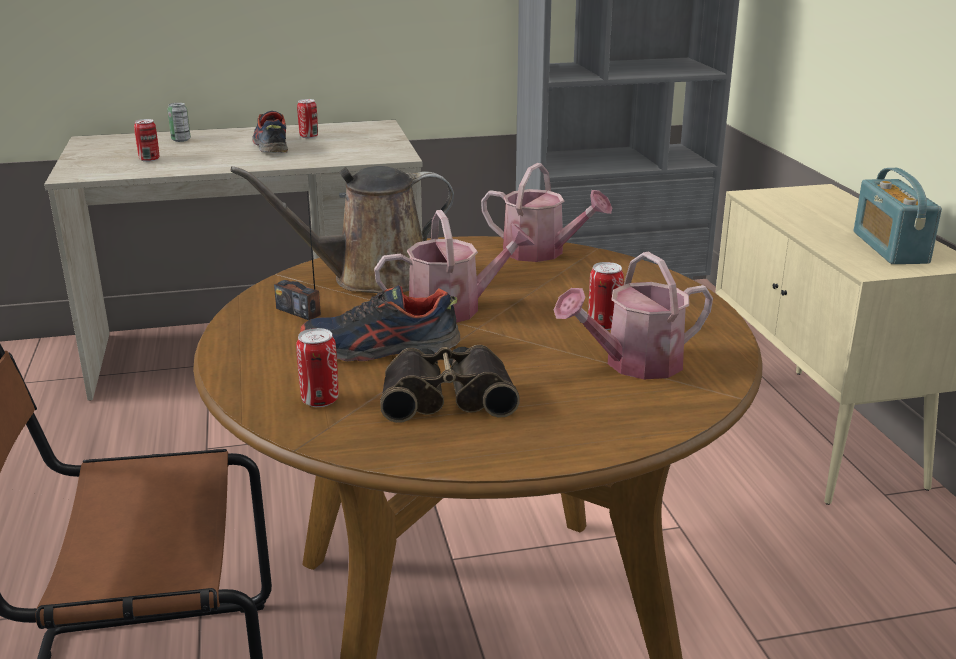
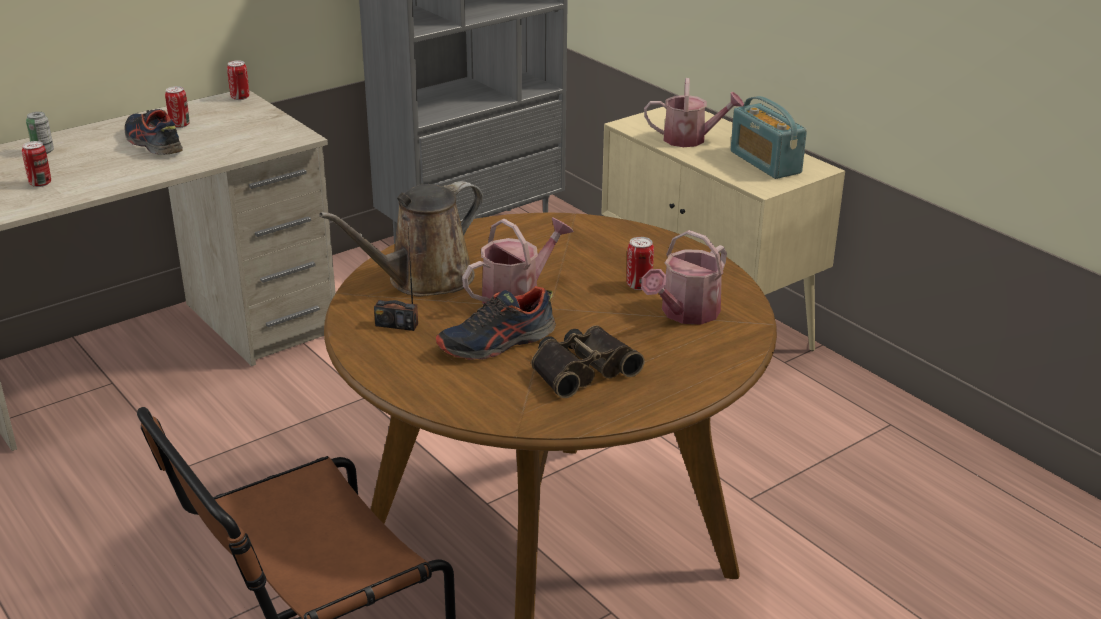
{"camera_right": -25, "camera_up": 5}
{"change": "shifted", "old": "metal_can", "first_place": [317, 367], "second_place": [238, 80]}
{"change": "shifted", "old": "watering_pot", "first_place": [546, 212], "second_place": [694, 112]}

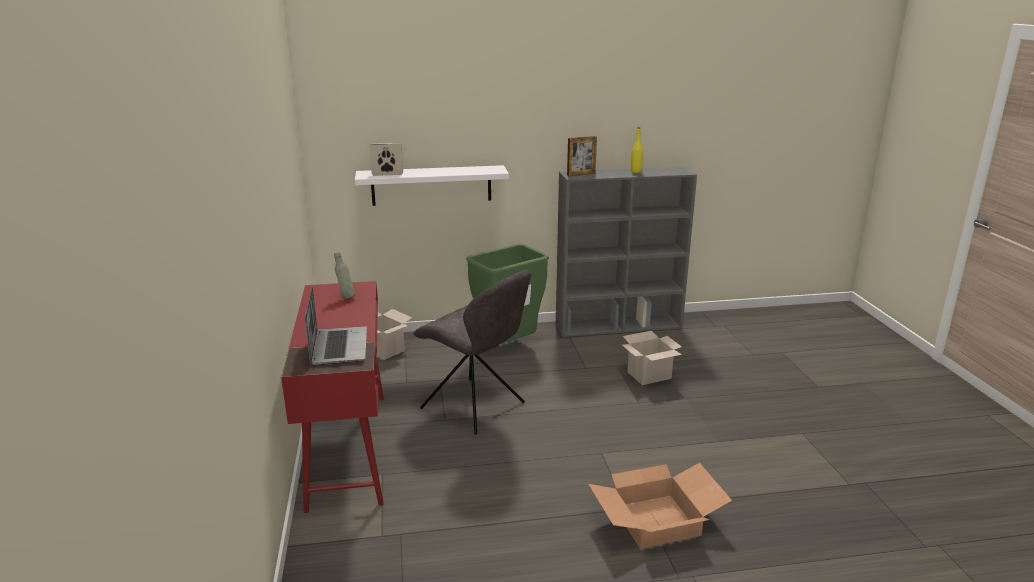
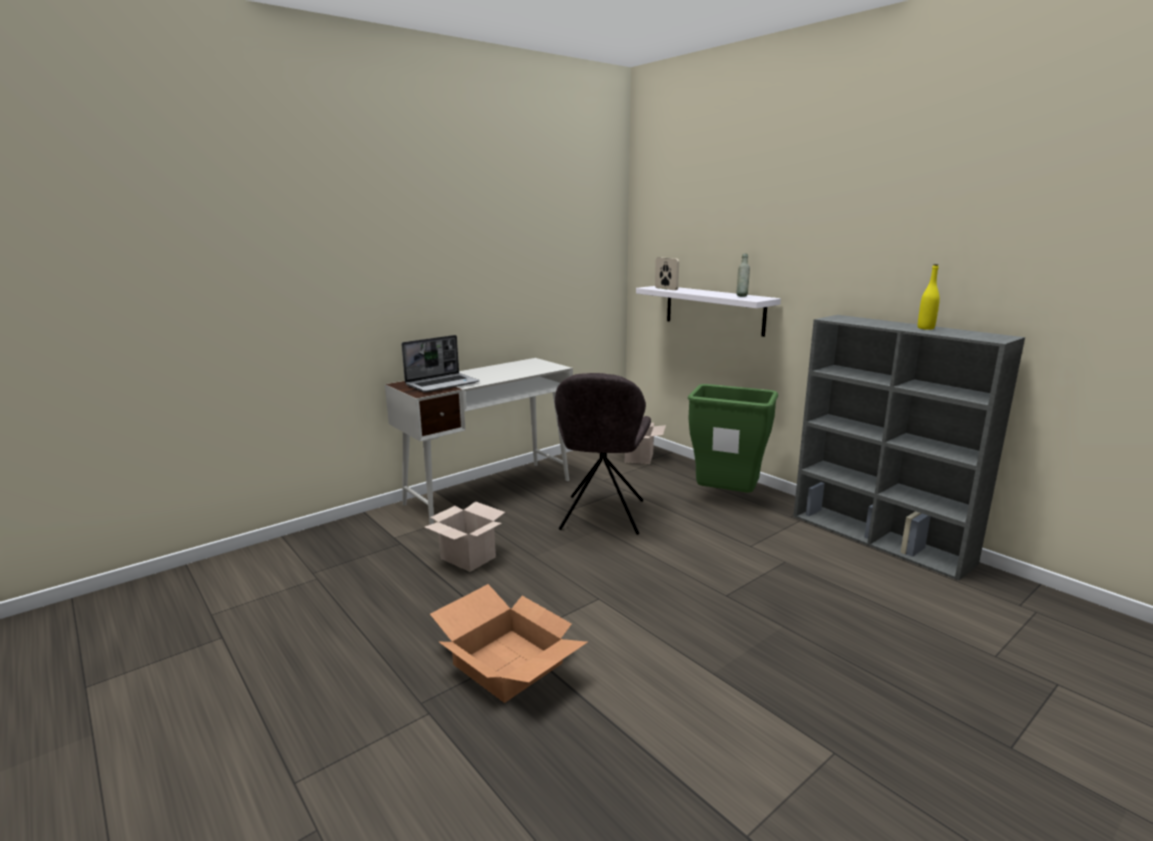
{"camera_right": 60, "camera_up": -5}
{"change": "repainted", "old": "reddish_desk_unit", "new": "white-coloured_desk_unit", "first_place": [332, 397], "second_place": [479, 441]}
{"change": "shifted", "old": "grey_bottle", "first_place": [344, 276], "second_place": [743, 275]}
{"change": "gone", "old": "picture_frame", "first_place": [582, 156]}
{"change": "shifted", "old": "carton", "first_place": [652, 358], "second_place": [465, 536]}

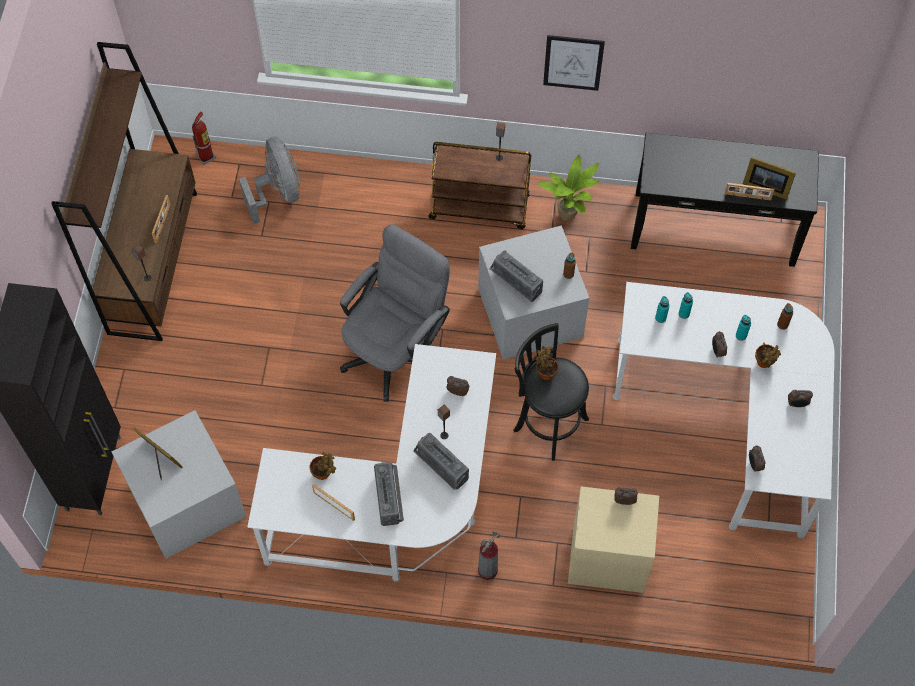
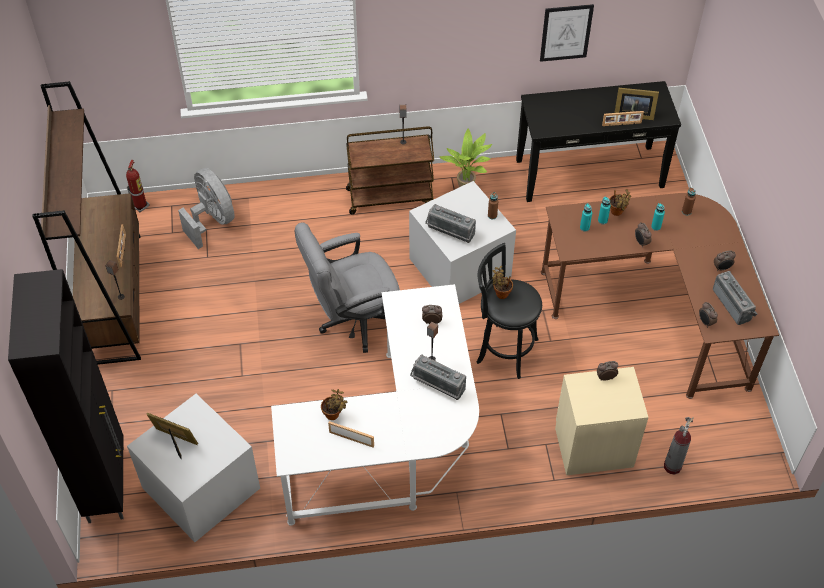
{"camera_right": -15, "camera_up": -10}
{"change": "rotated", "old": "grey_office_chair", "first_place": [395, 313], "second_place": [347, 287], "degrees": -135}
{"change": "shifted", "old": "radio", "first_place": [389, 494], "second_place": [735, 298]}
{"change": "shifted", "old": "fire_extinguisher", "first_place": [489, 555], "second_place": [679, 445]}
{"change": "shifted", "old": "wall_picture", "first_place": [574, 63], "second_place": [567, 33]}
{"change": "repainted", "old": "white-coloured_desk_unit", "new": "brown-coloured_desk_unit", "first_place": [723, 410], "second_place": [660, 296]}
{"change": "shifted", "old": "plant_in_a_pot", "first_place": [768, 355], "second_place": [620, 202]}

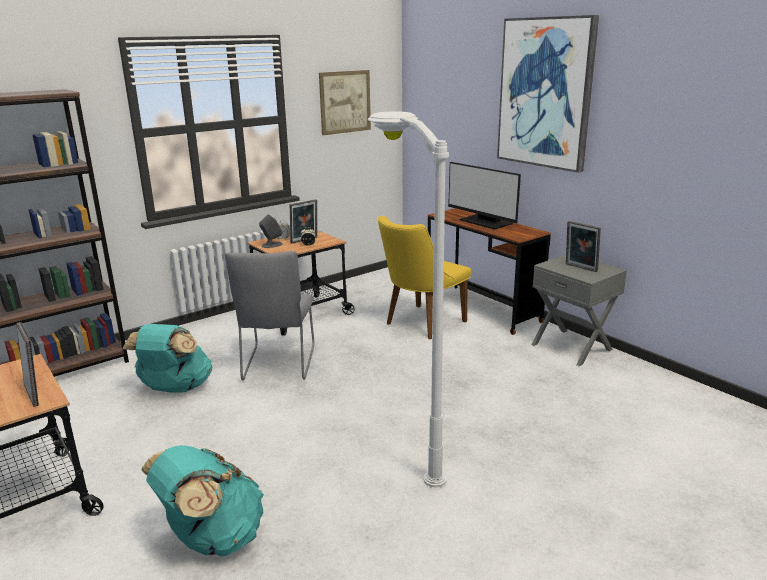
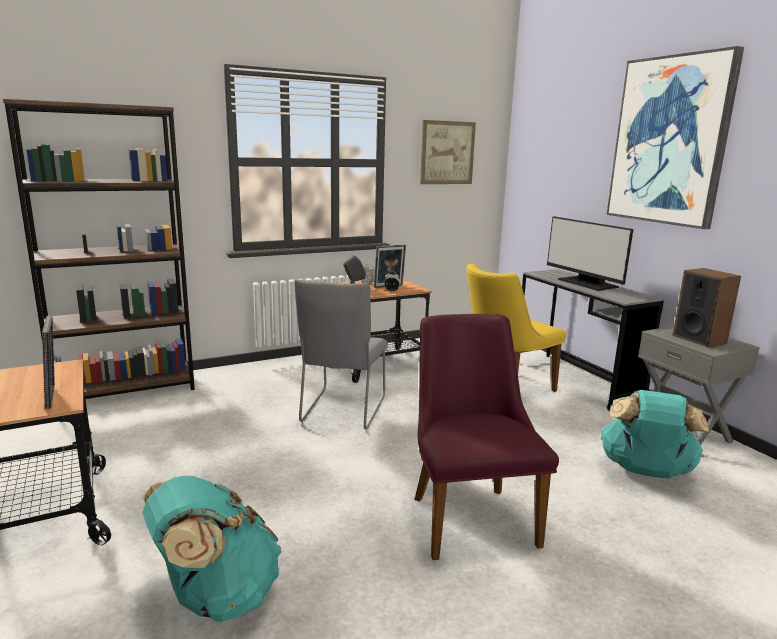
{"camera_right": 10, "camera_up": -5}
{"change": "shifted", "old": "blue-green_rucksack", "first_place": [168, 358], "second_place": [654, 434]}
{"change": "swapped", "old": "white-coloured_floor_lamp", "new": "purplish_upright_chair", "first_place": [408, 299], "second_place": [486, 437]}
{"change": "repainted", "old": "brown-coloured_desk_unit", "new": "grey_desk_unit", "first_place": [489, 271], "second_place": [592, 340]}
{"change": "swapped", "old": "picture_frame", "new": "speaker", "first_place": [583, 246], "second_place": [706, 307]}

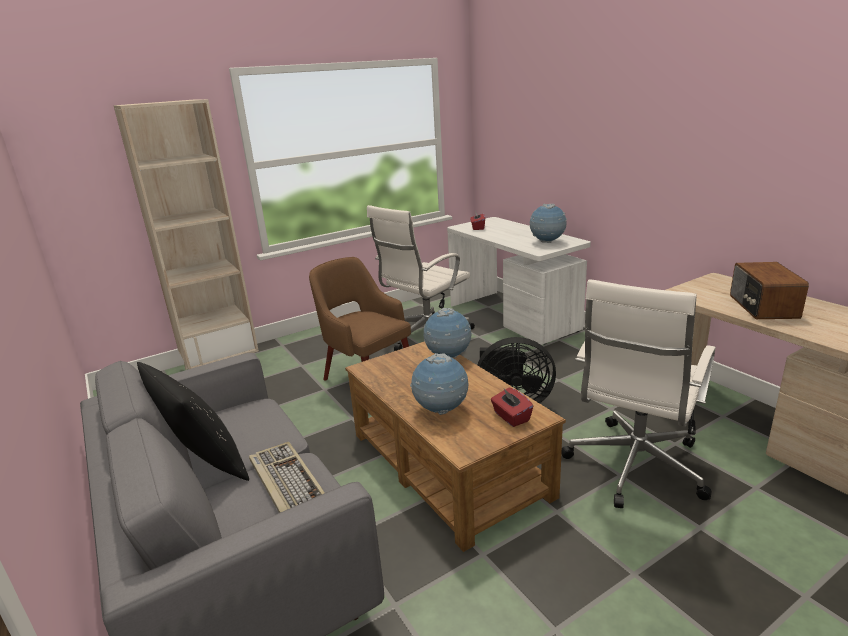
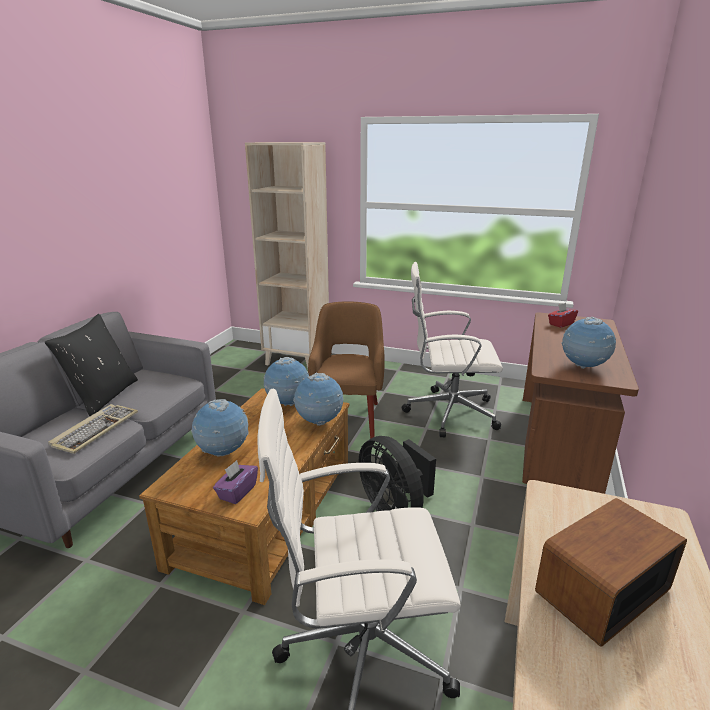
{"camera_right": 50, "camera_up": 0}
{"change": "repainted", "old": "white-coloured_desk_unit", "new": "brown-coloured_desk_unit", "first_place": [519, 281], "second_place": [580, 403]}
{"change": "repainted", "old": "reddish_tissue_holder", "new": "purplish_tissue_holder", "first_place": [512, 407], "second_place": [235, 482]}
{"change": "new", "new": "world_globe", "second_place": [286, 381]}

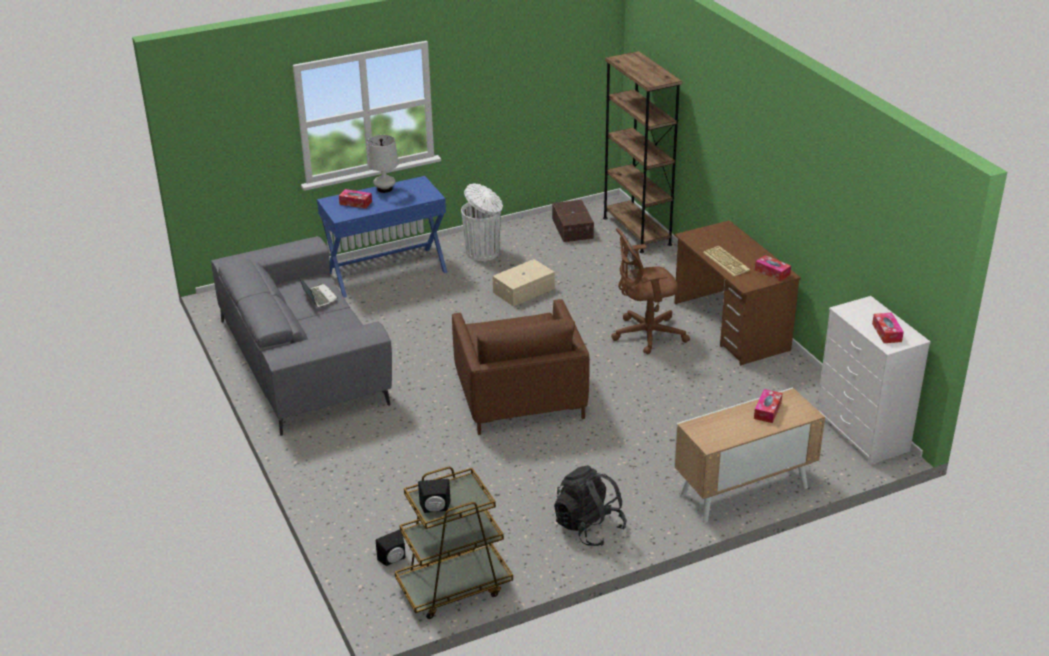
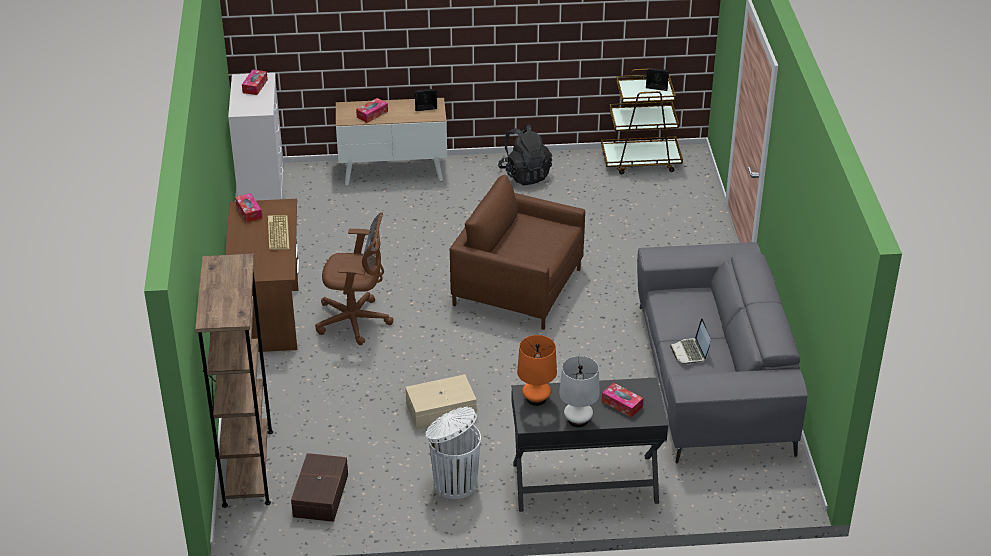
{"camera_right": -160, "camera_up": 5}
{"change": "repainted", "old": "bluish_desk_unit", "new": "blackish_desk_unit", "first_place": [382, 237], "second_place": [589, 445]}
{"change": "shifted", "old": "blackish_speaker", "first_place": [390, 547], "second_place": [426, 100]}
{"change": "rotated", "old": "brown-coloured_armchair", "first_place": [521, 367], "second_place": [517, 252], "degrees": -75}
{"change": "new", "new": "orangey_tabletop_lamp", "second_place": [537, 370]}

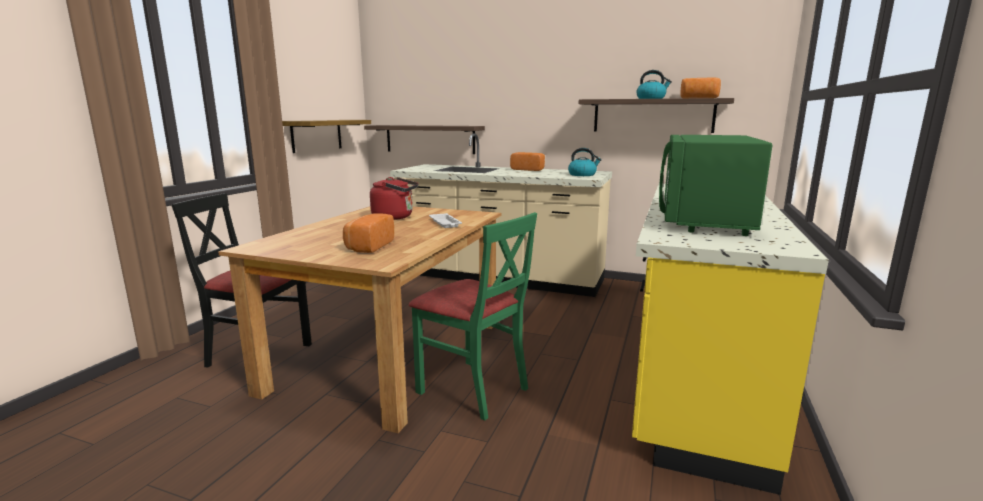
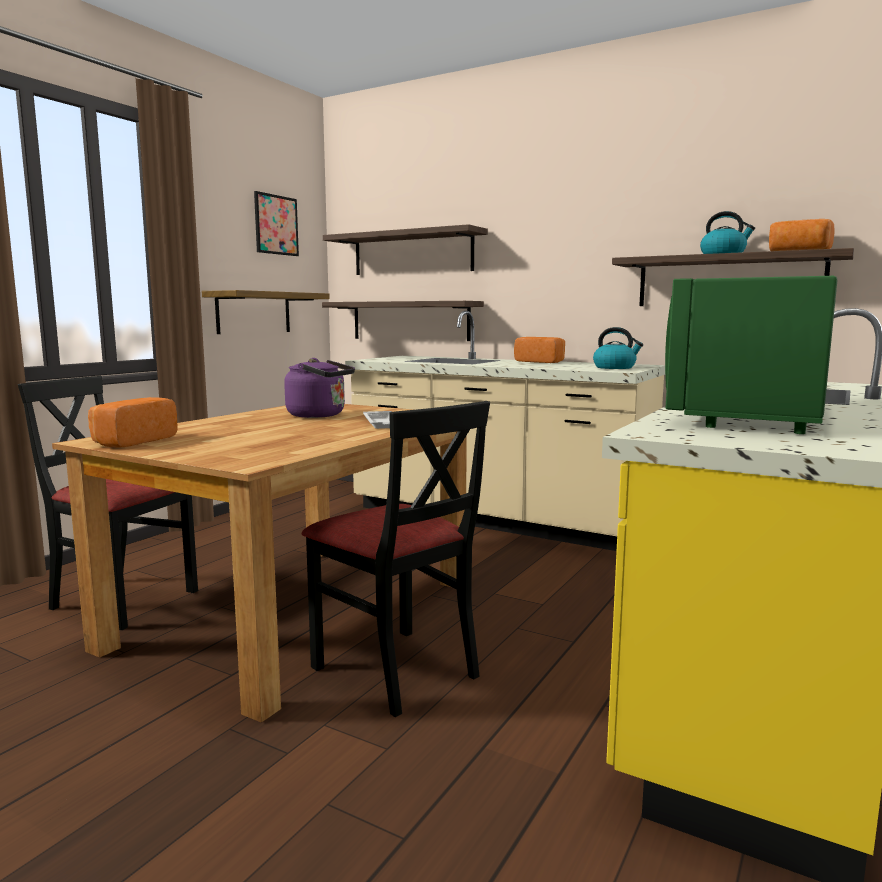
{"camera_right": 10, "camera_up": -5}
{"change": "shifted", "old": "baked_bread", "first_place": [368, 233], "second_place": [133, 422]}
{"change": "repainted", "old": "reddish_tea_kettle", "new": "purplish_tea_kettle", "first_place": [394, 198], "second_place": [319, 388]}
{"change": "repainted", "old": "greenish_upright_chair", "new": "blackish_upright_chair", "first_place": [473, 316], "second_place": [396, 559]}
{"change": "new", "new": "wall_picture", "second_place": [276, 223]}
{"change": "new", "new": "bracket_shelf", "second_place": [405, 249]}

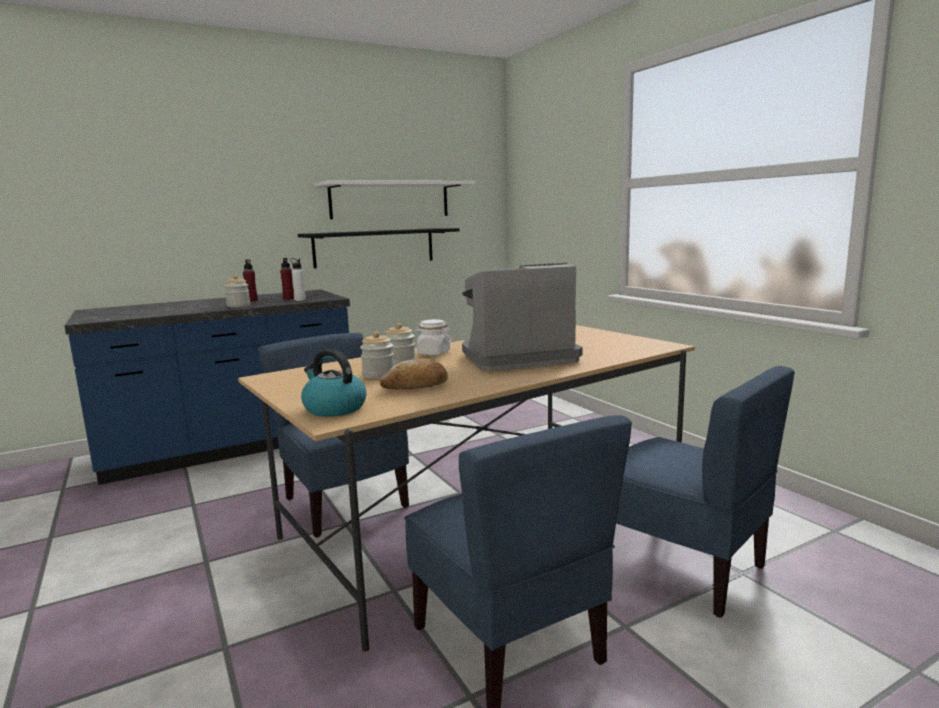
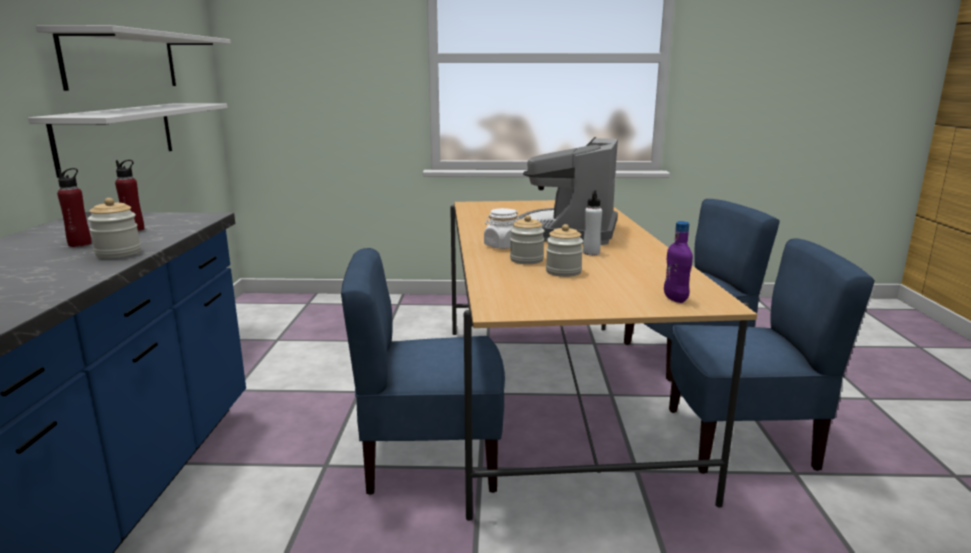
{"camera_right": -60, "camera_up": 5}
{"change": "shifted", "old": "white-coloured_bottle", "first_place": [298, 279], "second_place": [592, 222]}
{"change": "repainted", "old": "blackish_bracket_shelf", "new": "white-coloured_bracket_shelf", "first_place": [379, 248], "second_place": [127, 140]}
{"change": "swapped", "old": "tea_kettle", "new": "purplish_bottle", "first_place": [334, 383], "second_place": [678, 262]}
{"change": "gone", "old": "baked_bread", "first_place": [414, 374]}

